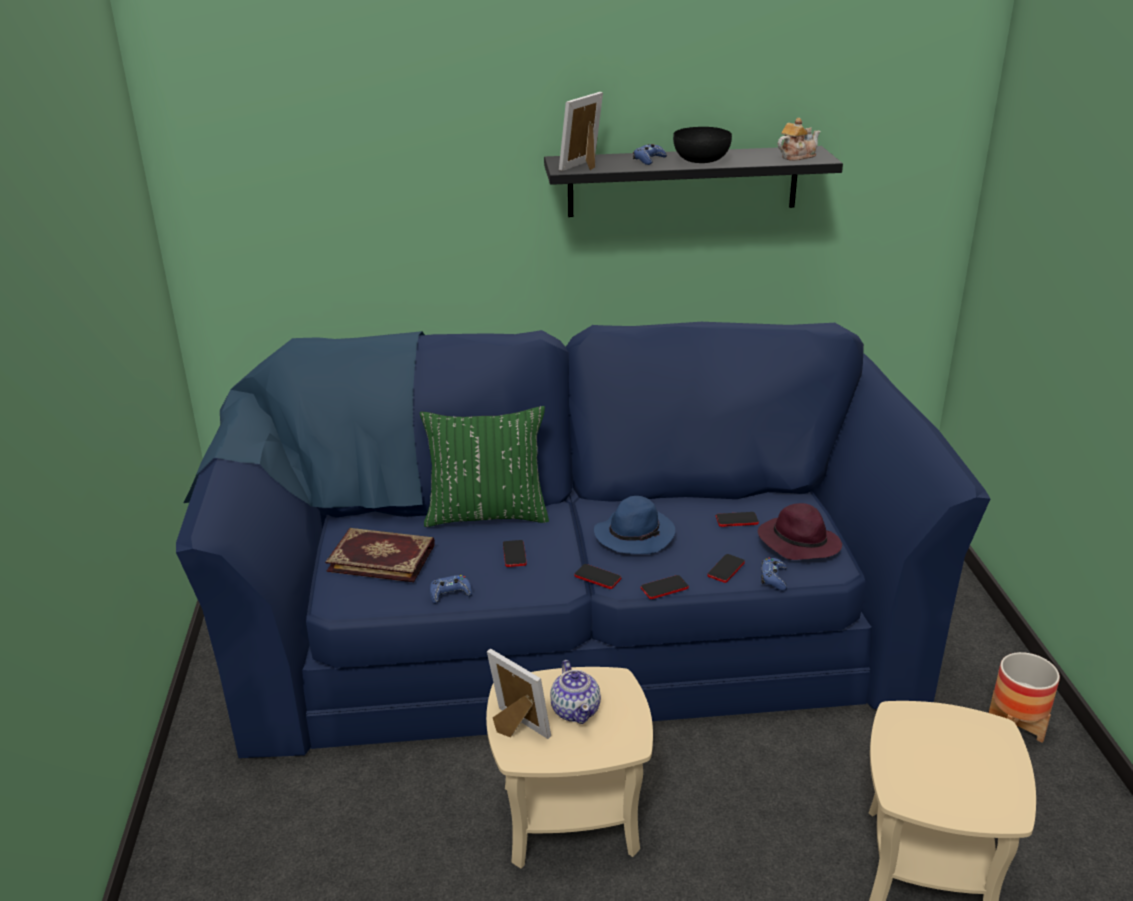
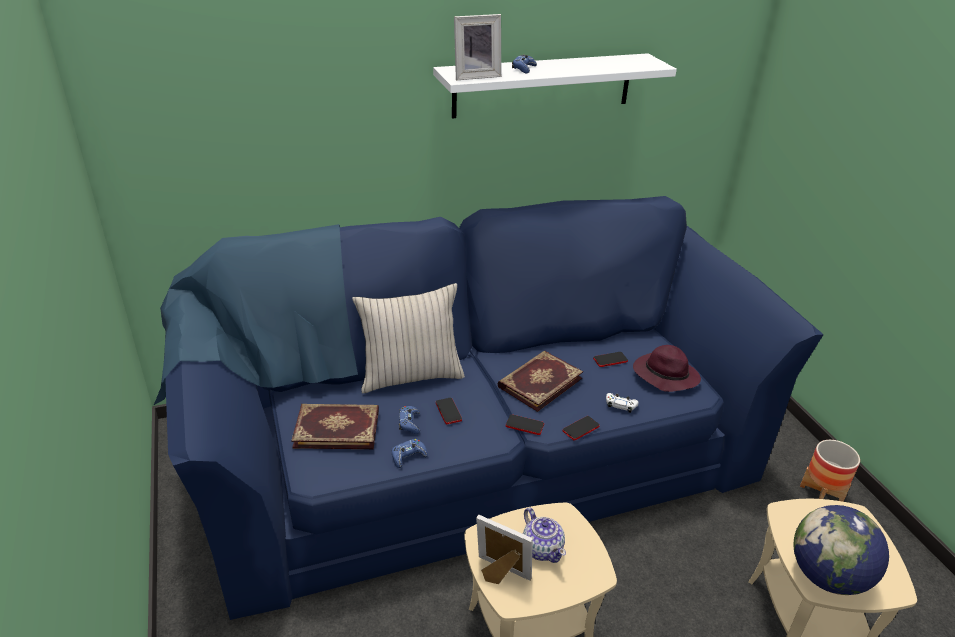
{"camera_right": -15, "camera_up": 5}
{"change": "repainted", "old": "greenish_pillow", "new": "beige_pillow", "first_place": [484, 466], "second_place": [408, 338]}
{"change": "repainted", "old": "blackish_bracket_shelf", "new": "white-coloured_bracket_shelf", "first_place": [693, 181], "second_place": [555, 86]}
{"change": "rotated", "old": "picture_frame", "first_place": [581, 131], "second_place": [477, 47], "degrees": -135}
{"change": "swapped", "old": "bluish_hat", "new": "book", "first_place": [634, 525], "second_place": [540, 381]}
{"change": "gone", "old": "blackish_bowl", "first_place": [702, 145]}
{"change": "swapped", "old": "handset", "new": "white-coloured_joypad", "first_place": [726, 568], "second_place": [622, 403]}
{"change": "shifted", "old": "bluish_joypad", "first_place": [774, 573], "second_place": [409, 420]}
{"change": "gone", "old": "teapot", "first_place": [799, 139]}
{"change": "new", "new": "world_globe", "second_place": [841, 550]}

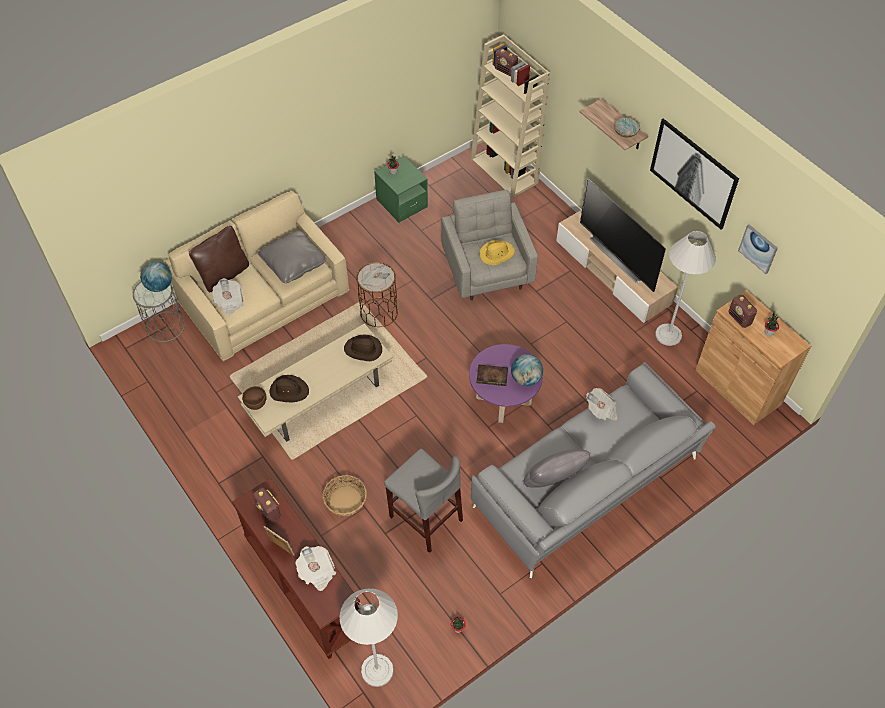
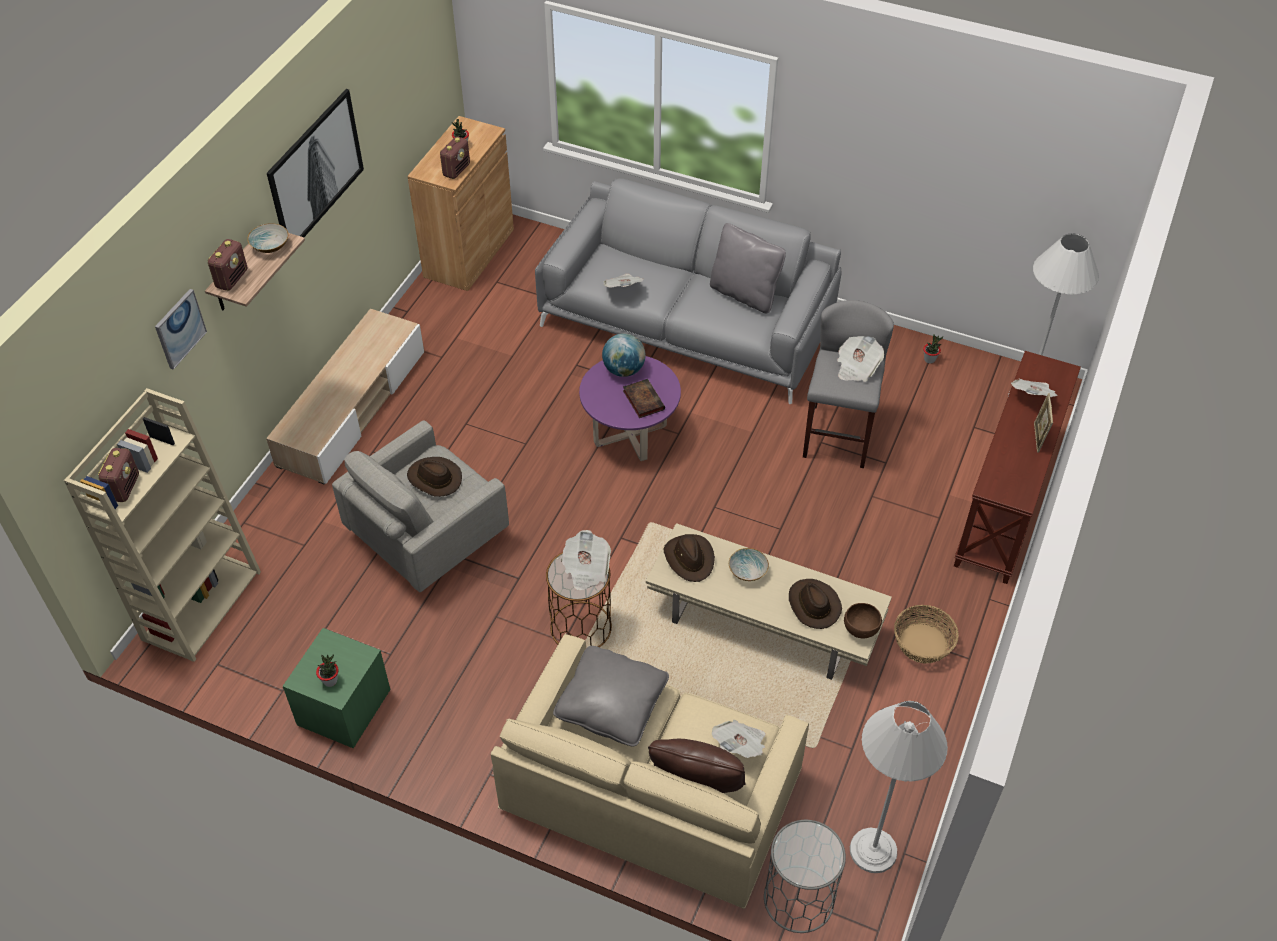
{"camera_right": -120, "camera_up": -5}
{"change": "gone", "old": "world_globe", "first_place": [156, 276]}
{"change": "shifted", "old": "radio", "first_place": [267, 505], "second_place": [228, 265]}
{"change": "shifted", "old": "basket", "first_place": [345, 495], "second_place": [926, 634]}
{"change": "repainted", "old": "yellowish_hat", "new": "brown-coloured_hat", "first_place": [497, 252], "second_place": [434, 477]}
{"change": "gone", "old": "TV_set", "first_place": [623, 235]}
{"change": "shifted", "old": "white-coloured_floor_lamp", "first_place": [685, 288], "second_place": [899, 787]}
{"change": "shifted", "old": "wall_picture", "first_place": [758, 249], "second_place": [181, 329]}
{"change": "new", "new": "bowl", "second_place": [749, 564]}
{"change": "new", "new": "newspaper", "second_place": [860, 359]}

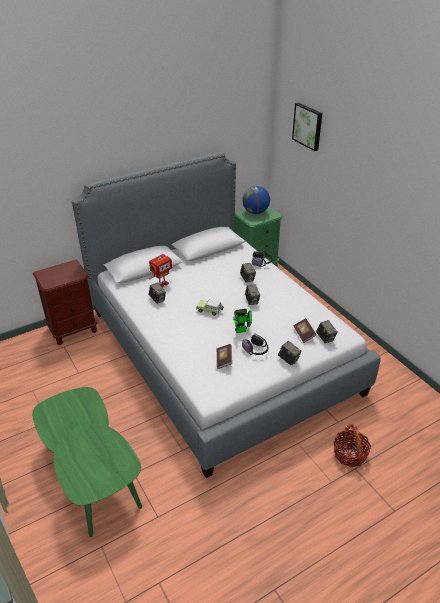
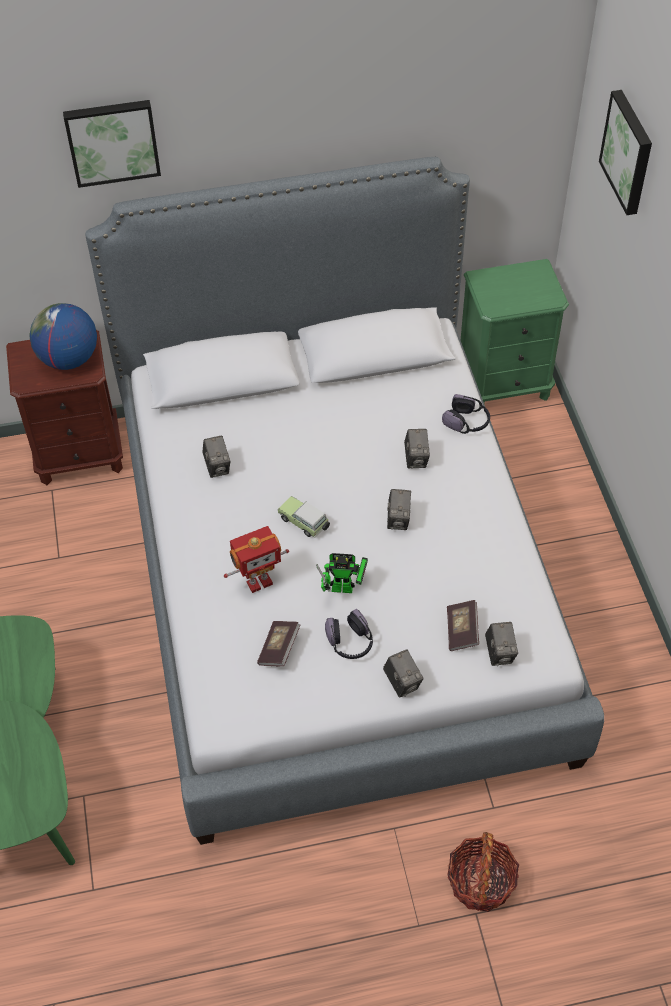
{"camera_right": 20, "camera_up": 15}
{"change": "shifted", "old": "robot_figure", "first_place": [161, 270], "second_place": [256, 559]}
{"change": "shifted", "old": "world_globe", "first_place": [256, 200], "second_place": [63, 336]}
{"change": "new", "new": "wall_picture", "second_place": [112, 144]}

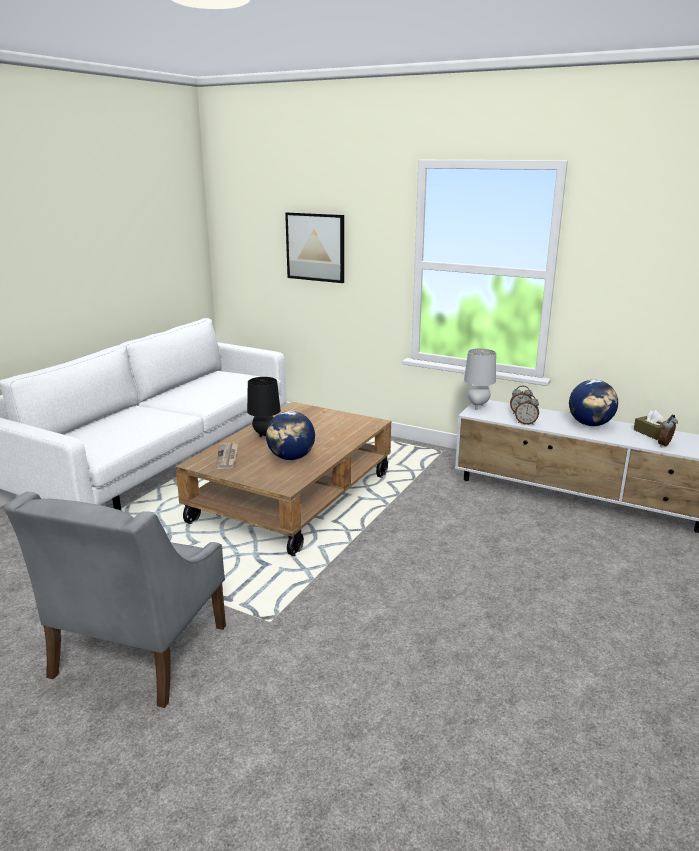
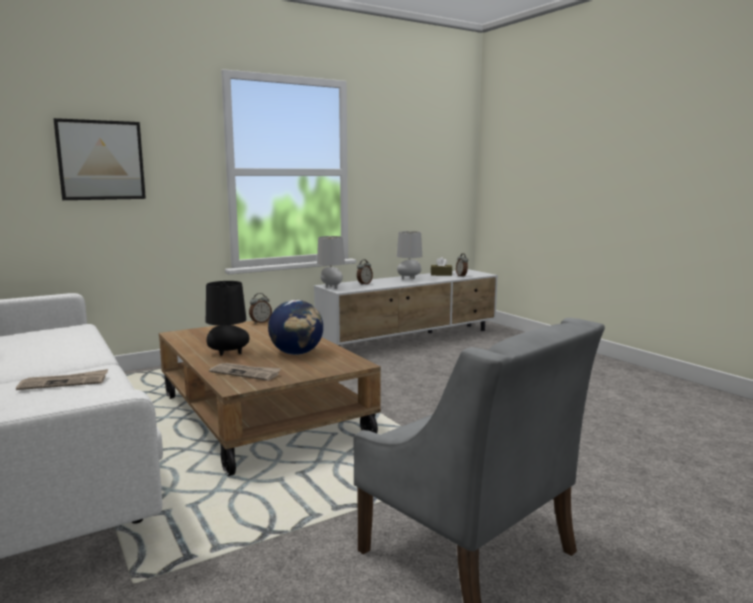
{"camera_right": -60, "camera_up": -10}
{"change": "shifted", "old": "alarm_clock", "first_place": [527, 409], "second_place": [260, 308]}
{"change": "swapped", "old": "world_globe", "new": "grey_tabletop_lamp", "first_place": [593, 403], "second_place": [409, 255]}
{"change": "new", "new": "newspaper", "second_place": [62, 379]}

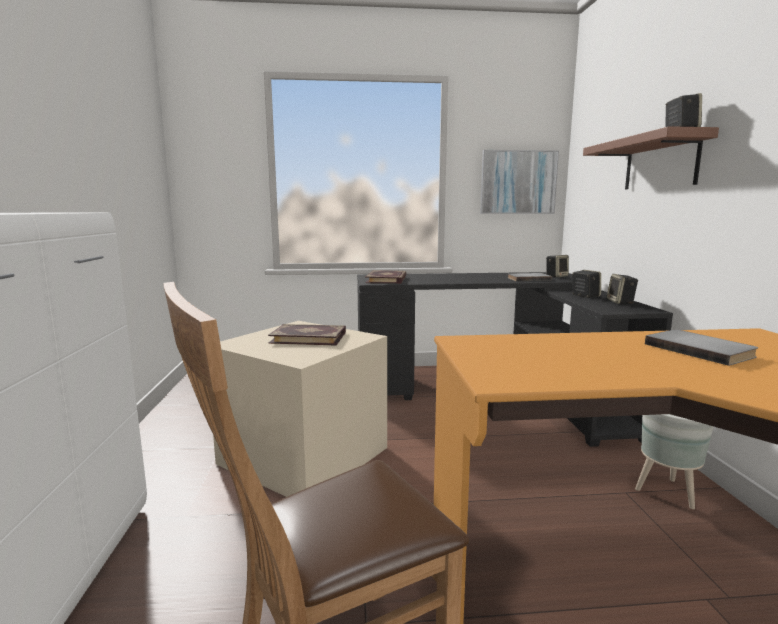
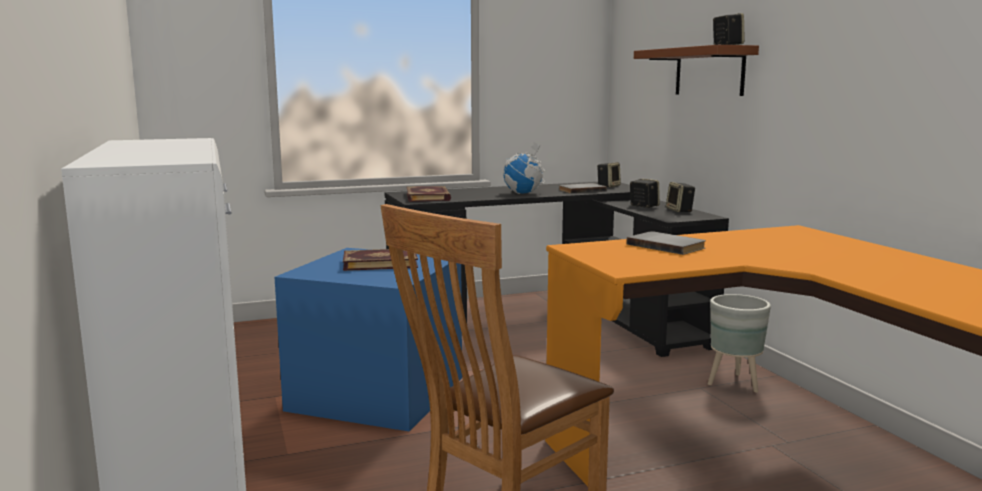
{"camera_right": -15, "camera_up": 0}
{"change": "repainted", "old": "beige_storage_box", "new": "bluish_storage_box", "first_place": [300, 409], "second_place": [368, 340]}
{"change": "gone", "old": "wall_picture", "first_place": [519, 182]}
{"change": "shifted", "old": "grey_book", "first_place": [701, 347], "second_place": [666, 243]}
{"change": "new", "new": "world_globe", "second_place": [524, 167]}

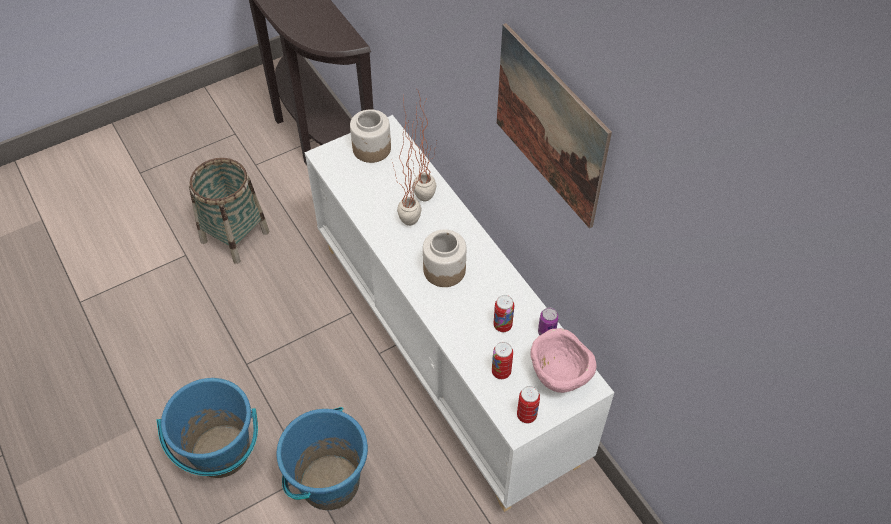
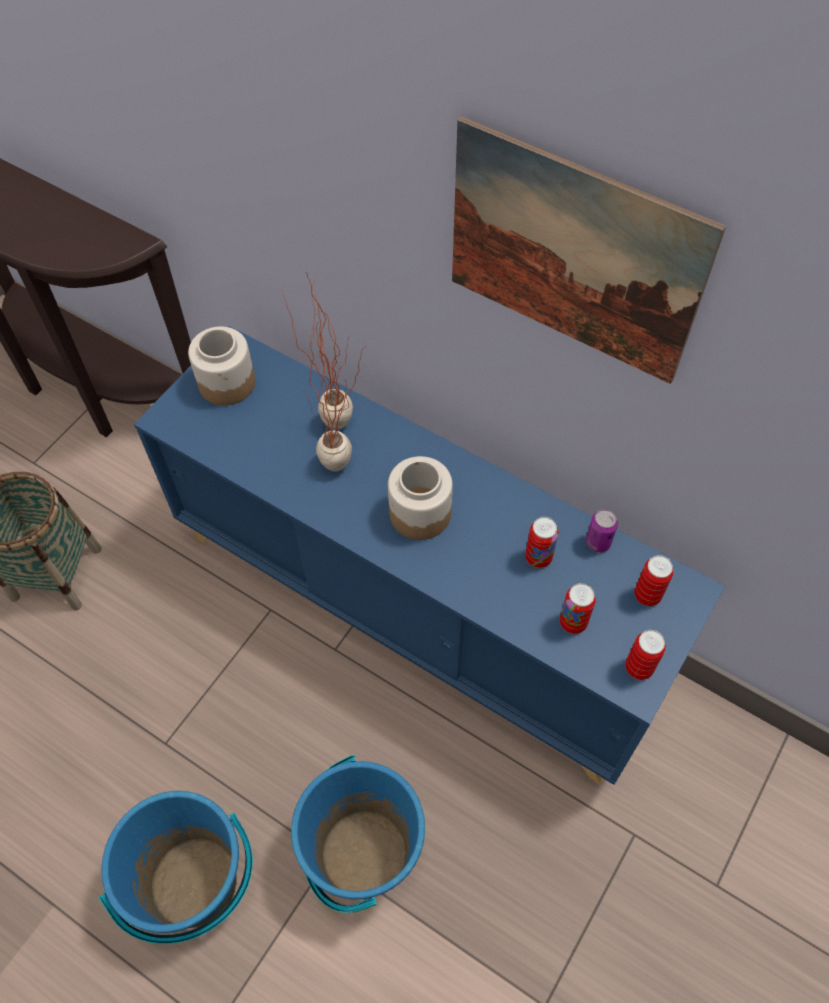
{"camera_right": -25, "camera_up": 5}
{"change": "repainted", "old": "white-coloured_storage_cabinet", "new": "bluish_storage_cabinet", "first_place": [459, 313], "second_place": [429, 555]}
{"change": "swapped", "old": "pink-coloured_bowl", "new": "metal_can", "first_place": [563, 360], "second_place": [653, 580]}

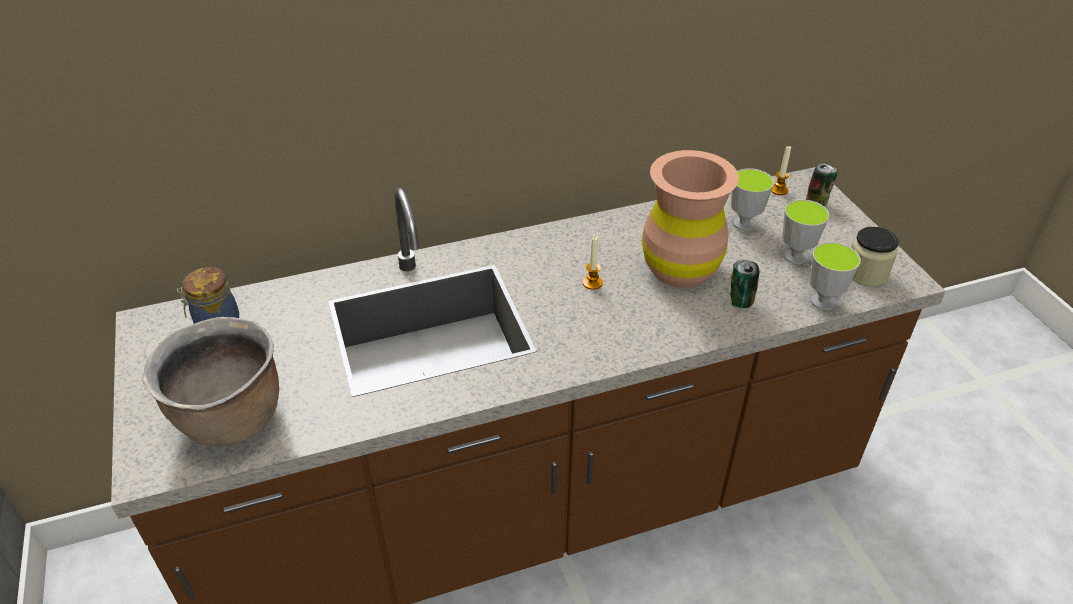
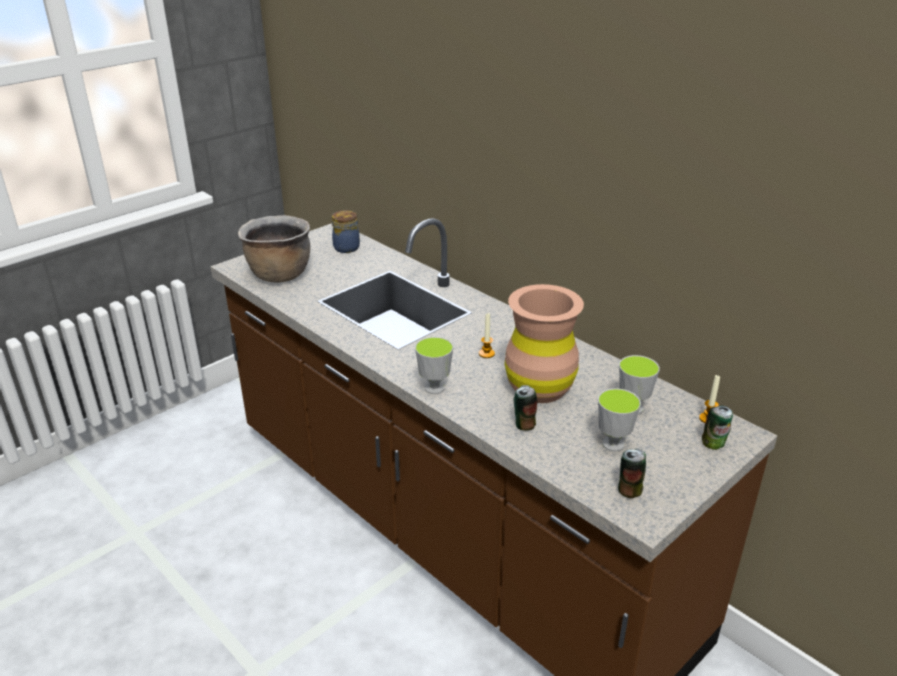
{"camera_right": 65, "camera_up": -10}
{"change": "shifted", "old": "drinking_cup", "first_place": [835, 276], "second_place": [434, 365]}
{"change": "swapped", "old": "jar", "new": "metal_can", "first_place": [875, 256], "second_place": [632, 473]}

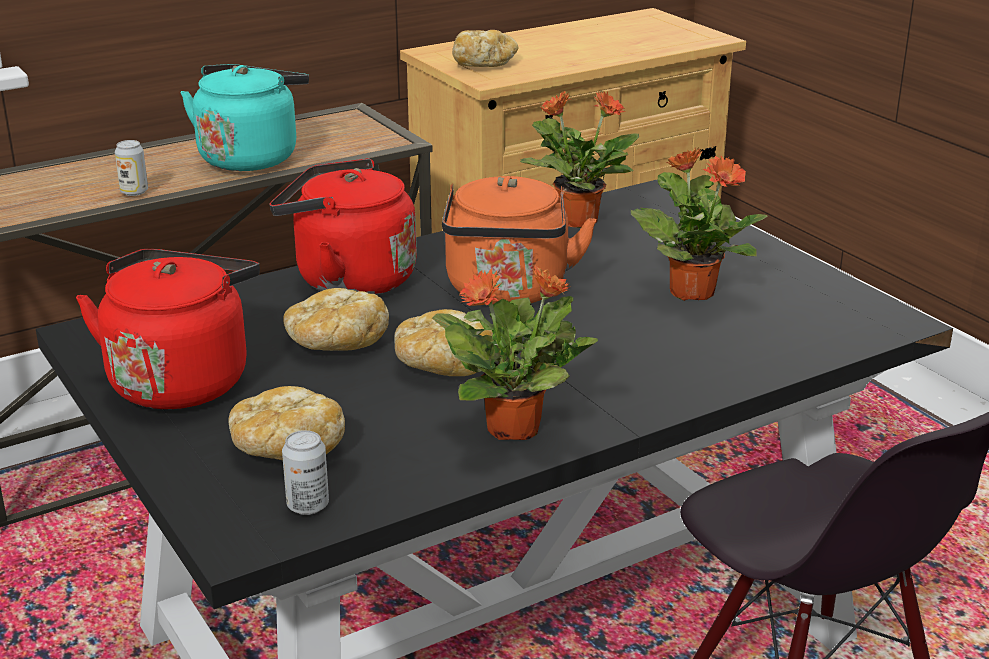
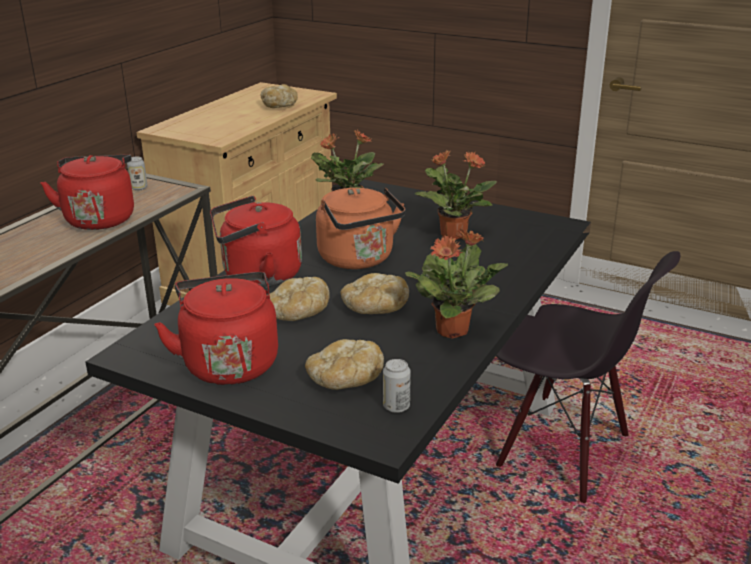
{"camera_right": -30, "camera_up": 0}
{"change": "shifted", "old": "metal_can", "first_place": [131, 168], "second_place": [137, 174]}
{"change": "repainted", "old": "blue-green_tea_kettle", "new": "reddish_tea_kettle", "first_place": [244, 117], "second_place": [87, 192]}
{"change": "shifted", "old": "baked_bread", "first_place": [485, 48], "second_place": [279, 96]}

